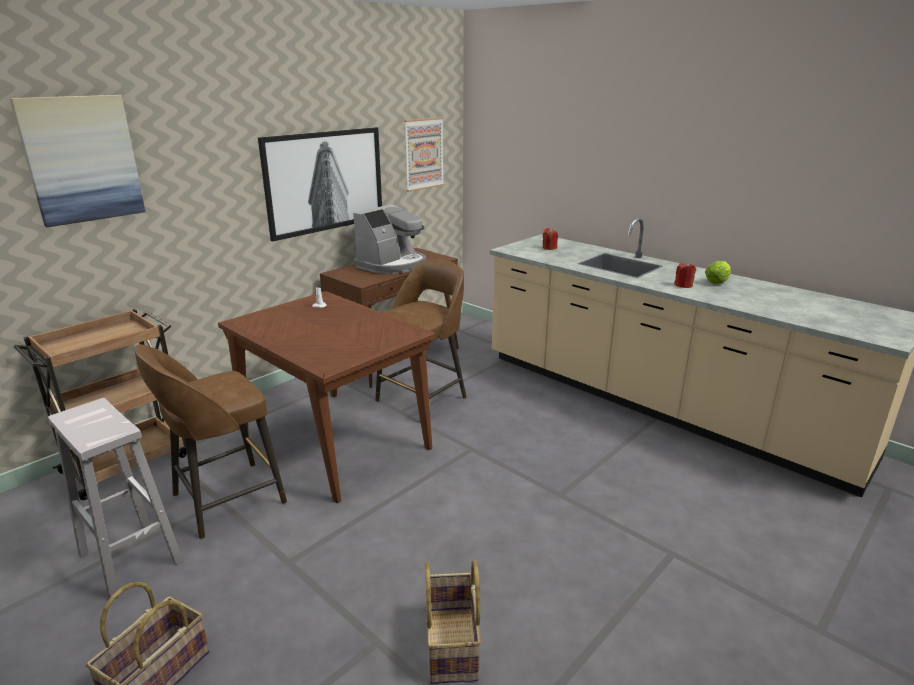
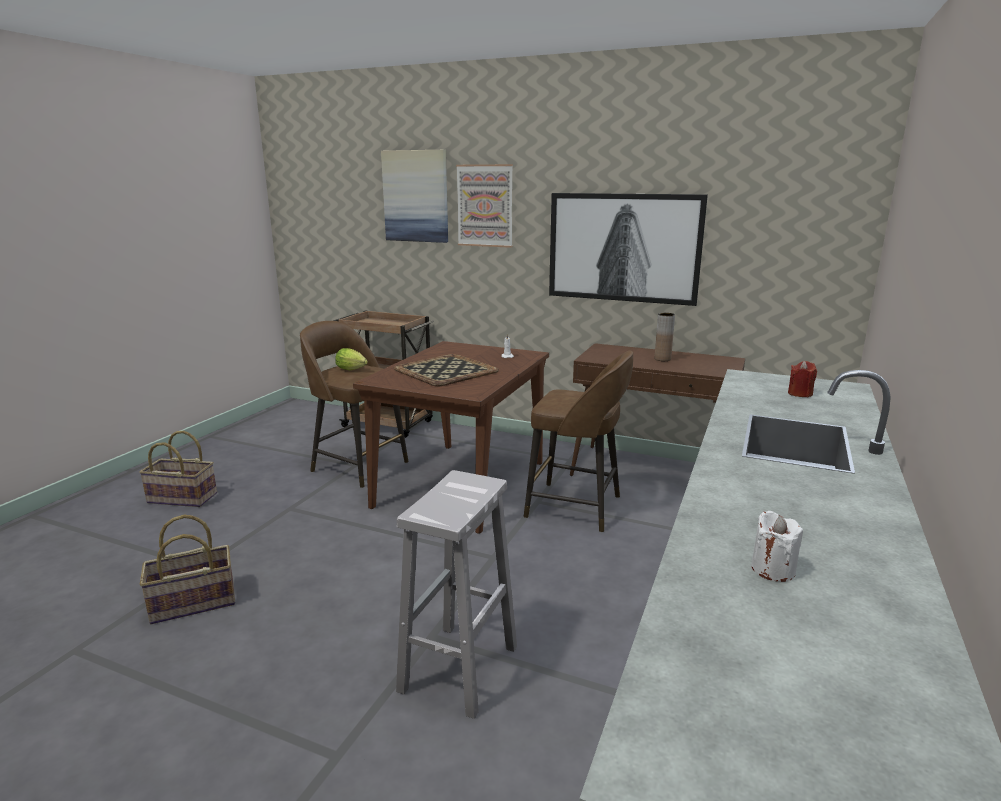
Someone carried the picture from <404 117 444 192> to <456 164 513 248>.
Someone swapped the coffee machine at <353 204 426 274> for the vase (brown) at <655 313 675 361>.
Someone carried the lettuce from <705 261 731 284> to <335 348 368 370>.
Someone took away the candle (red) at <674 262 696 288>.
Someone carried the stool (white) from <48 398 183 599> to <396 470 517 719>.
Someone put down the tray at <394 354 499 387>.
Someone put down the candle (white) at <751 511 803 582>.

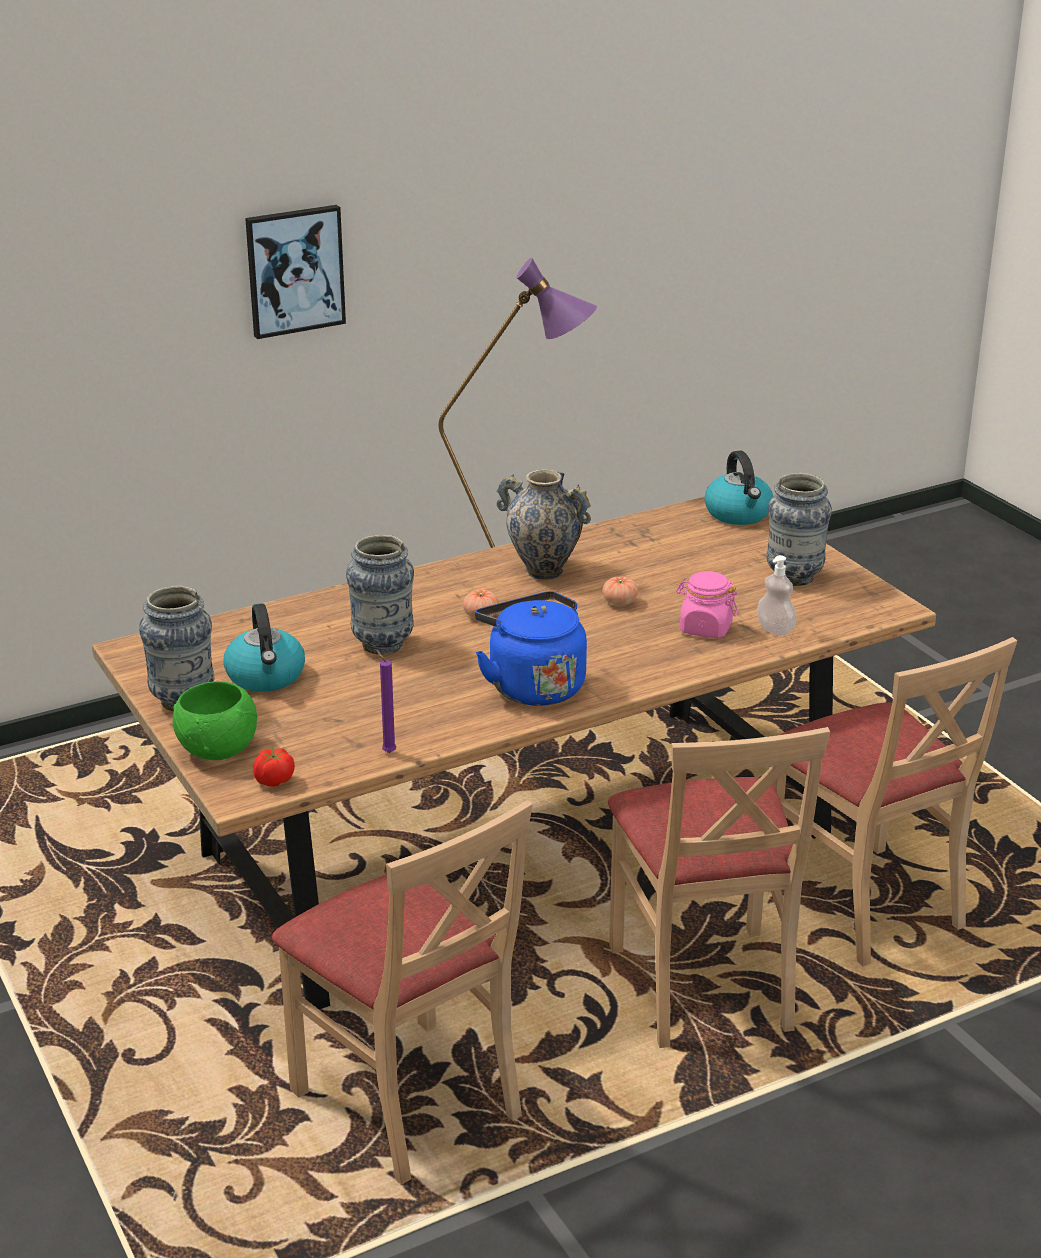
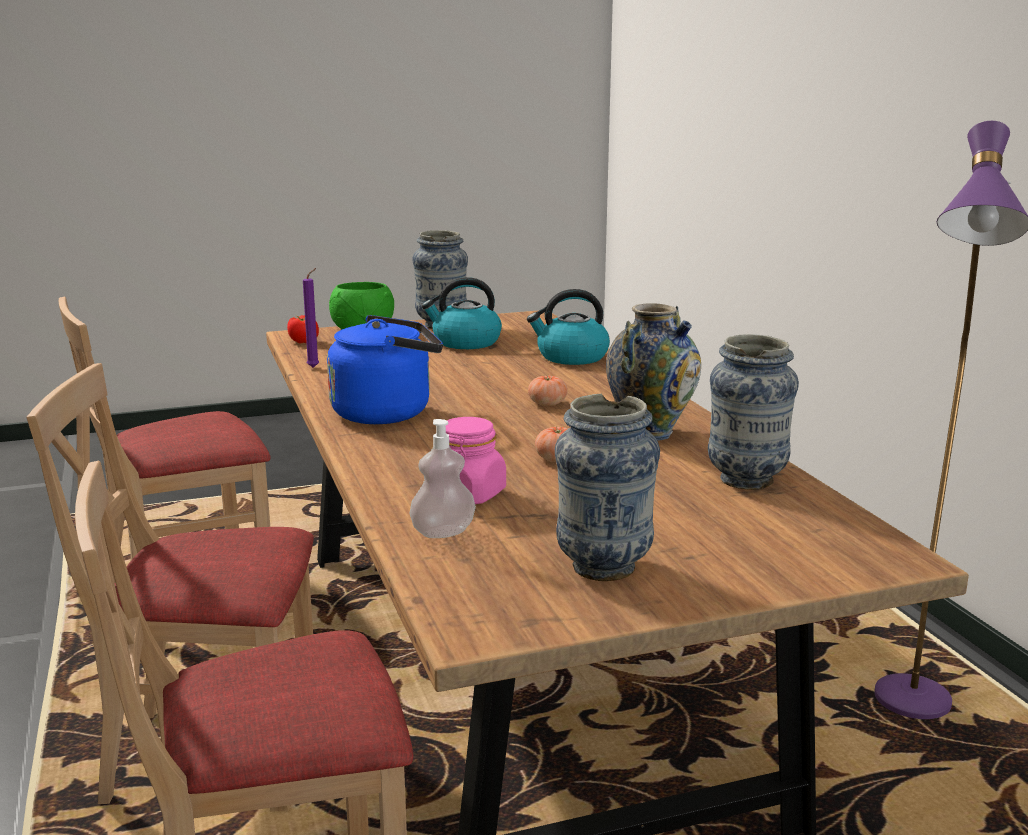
Someone took away the picture at <245 205 346 339>.
Someone carried the kettle from <705 450 773 525> to <527 289 610 365>.
Someone carried the vase from <346 535 414 655> to <708 334 799 490>.

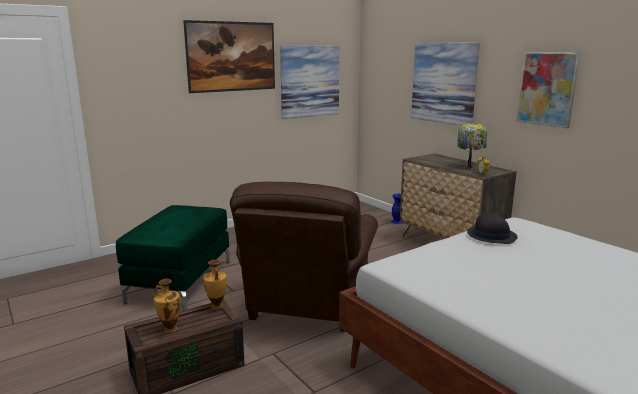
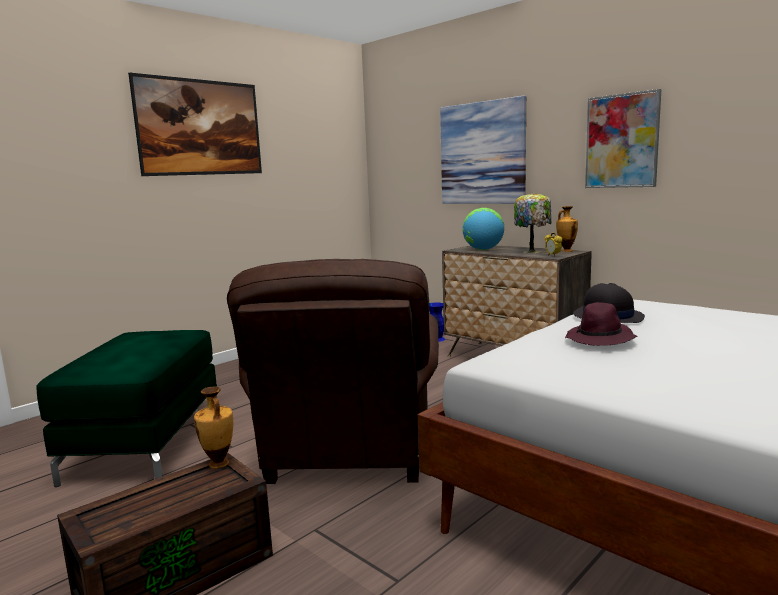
Someone took away the picture at <280 46 340 119>.
Someone carried the vase from <154 279 180 333> to <556 206 578 252>.
Someone put down the globe at <462 208 504 250>.
Someone put down the hat (purple) at <565 302 638 346>.

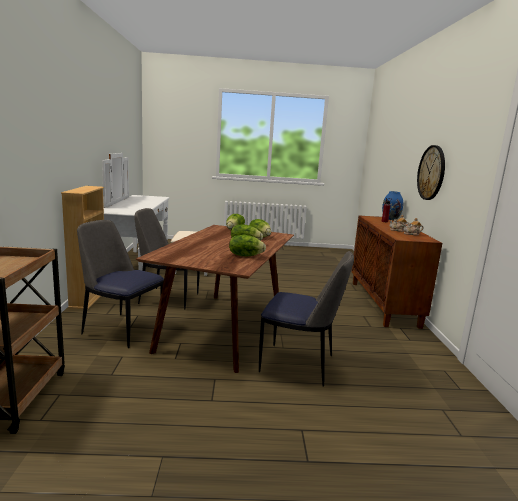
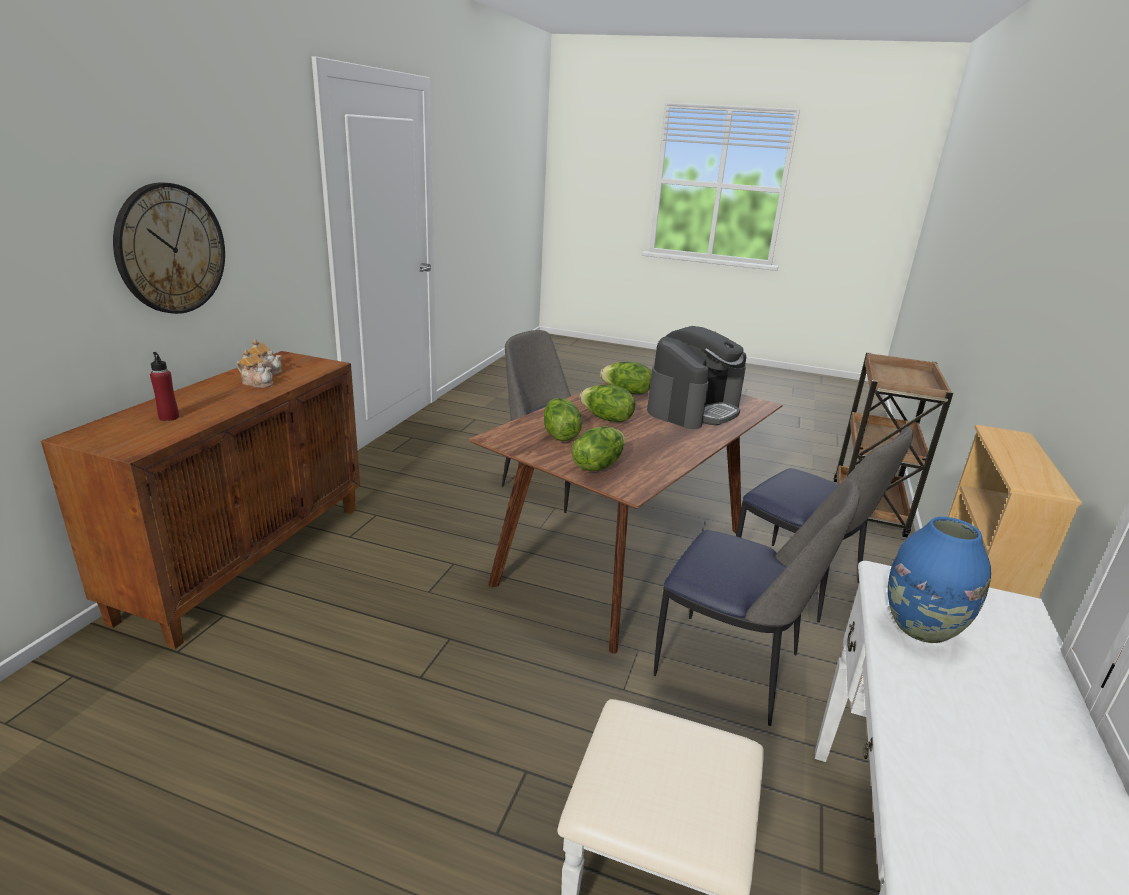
Someone carried the vase (blue) from <382 191 403 220> to <888 517 991 643>.
Someone put down the coffee machine at <647 326 746 429>.

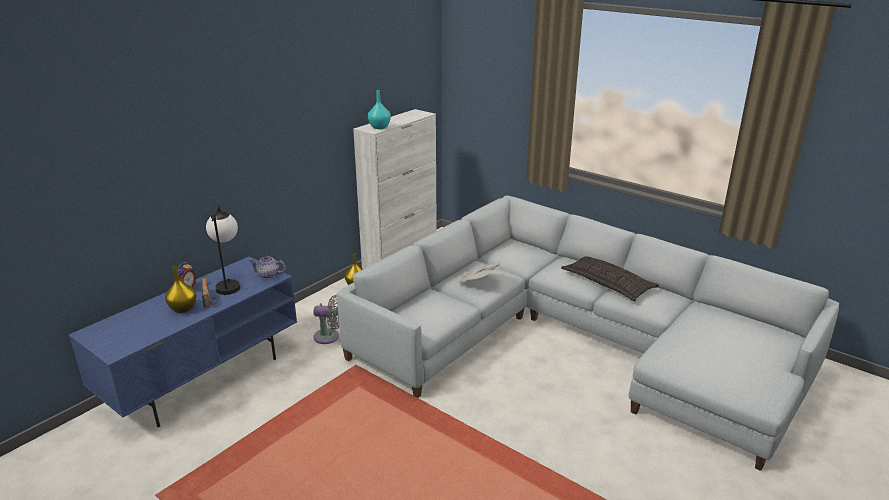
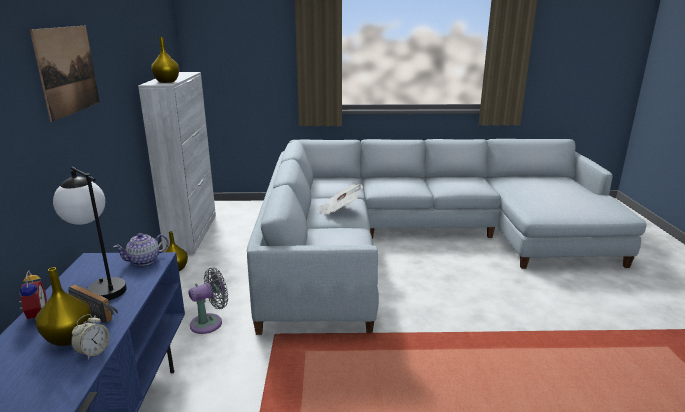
Someone repainted the vase (turquoise) at <368 90 391 129>, which became the vase (yellow) at <151 37 179 83>.
Someone took away the pillow at <561 256 659 301>.
Someone put up the picture at <30 26 100 122>.
Someone put down the alarm clock at <71 314 110 360>.

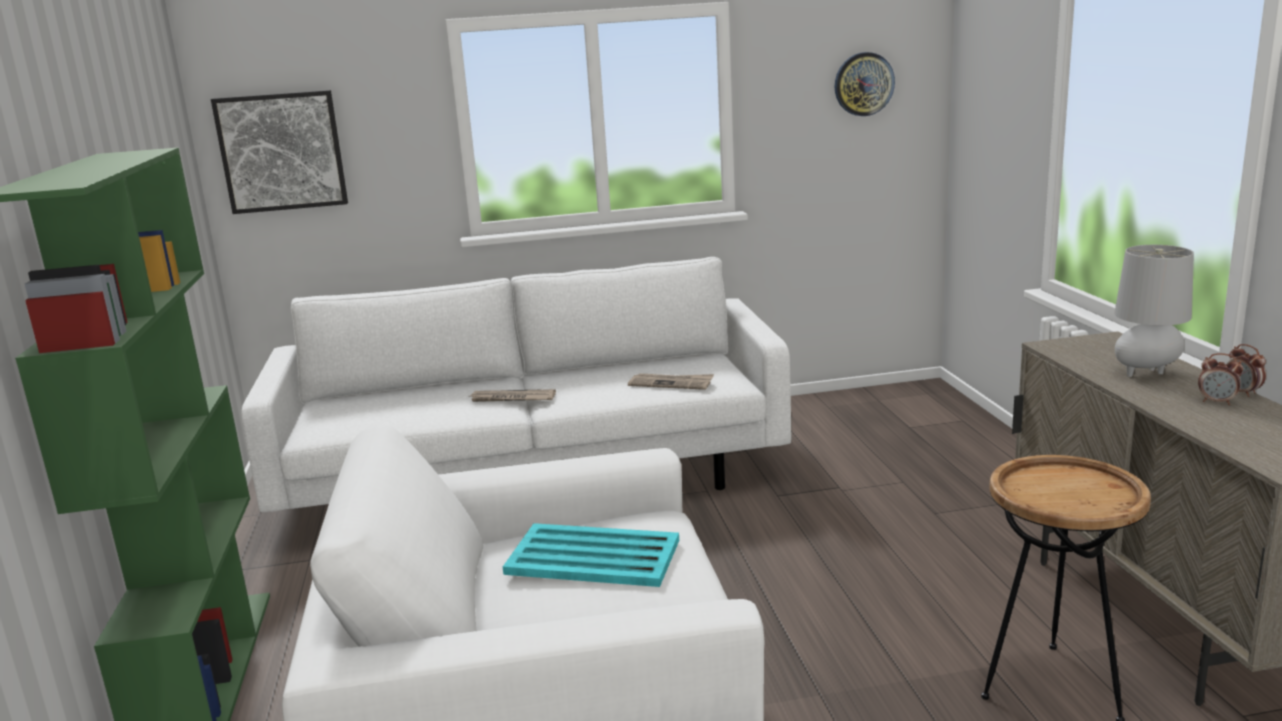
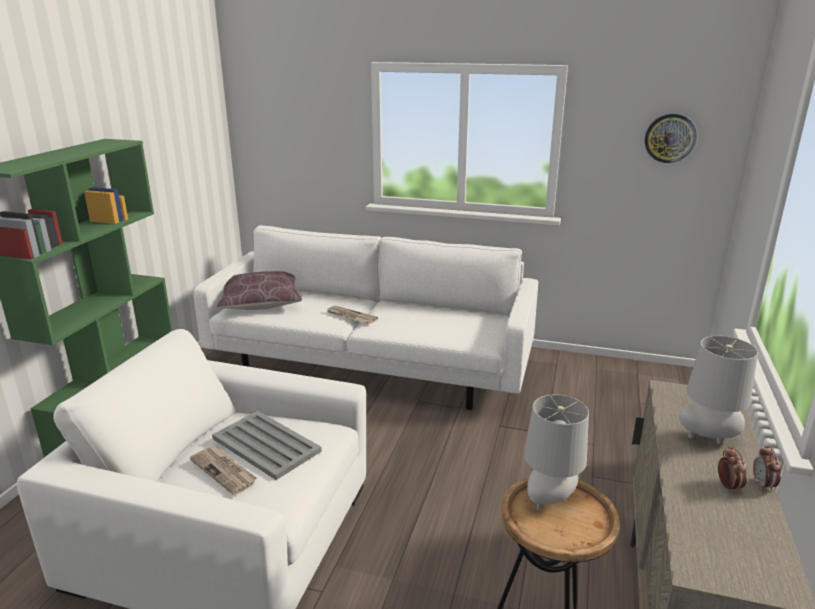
Someone took away the picture at <211 90 348 214>.
Someone rotated the alarm clock at <1198 353 1243 405> by 150 degrees counterclockwise.
Someone carried the newspaper from <628 373 714 390> to <190 446 257 495>.
Someone repainted the tray (turquoise) at <503 523 679 587>, which became the tray (grey) at <212 411 322 480>.
Someone put down the pillow (brown) at <217 271 302 310>.
Someone put down the table lamp (grey) at <524 394 589 510>.

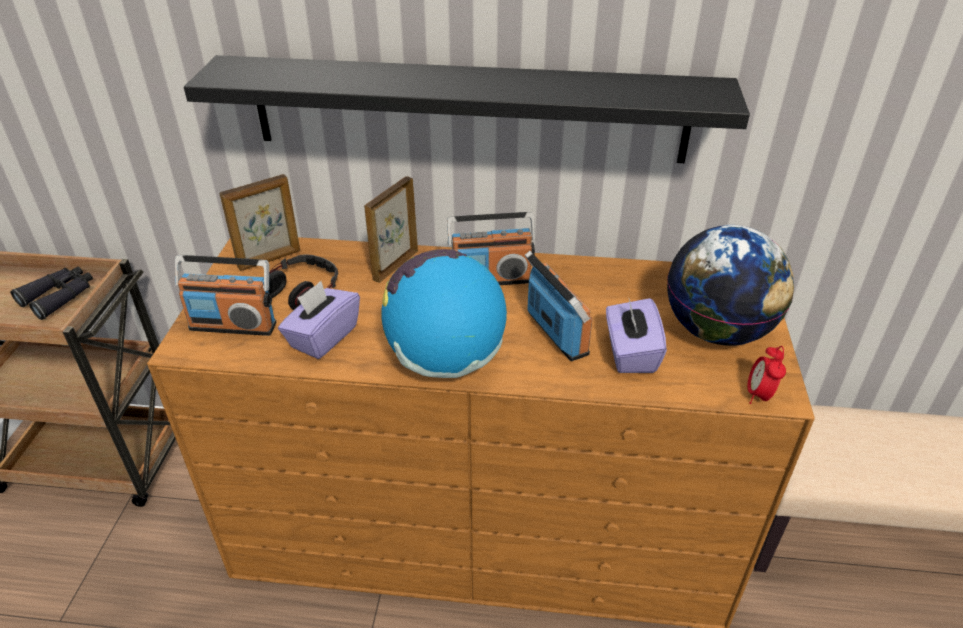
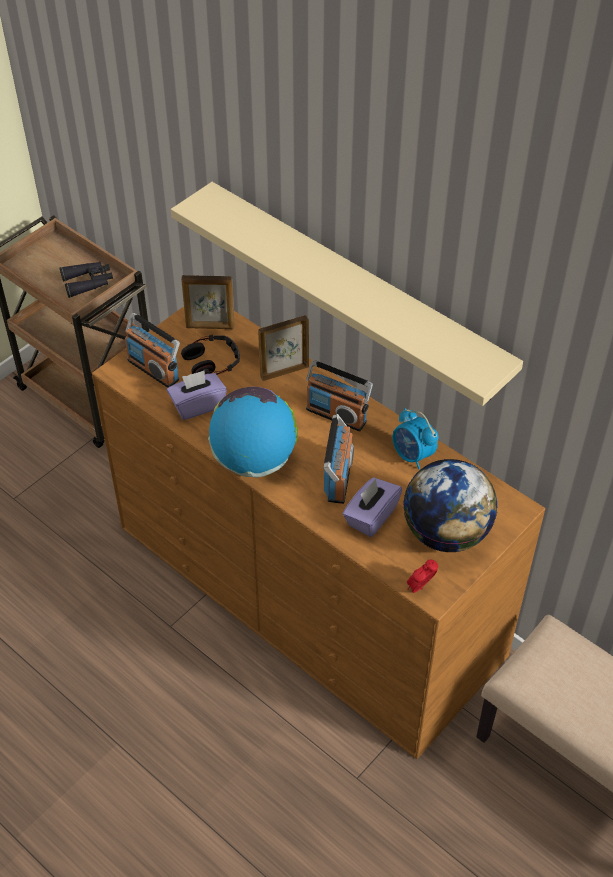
Someone repainted the shelf (black) at <184 55 750 163>, which became the shelf (beige) at <171 182 523 406>.
Someone put down the alarm clock at <393 408 438 469>.

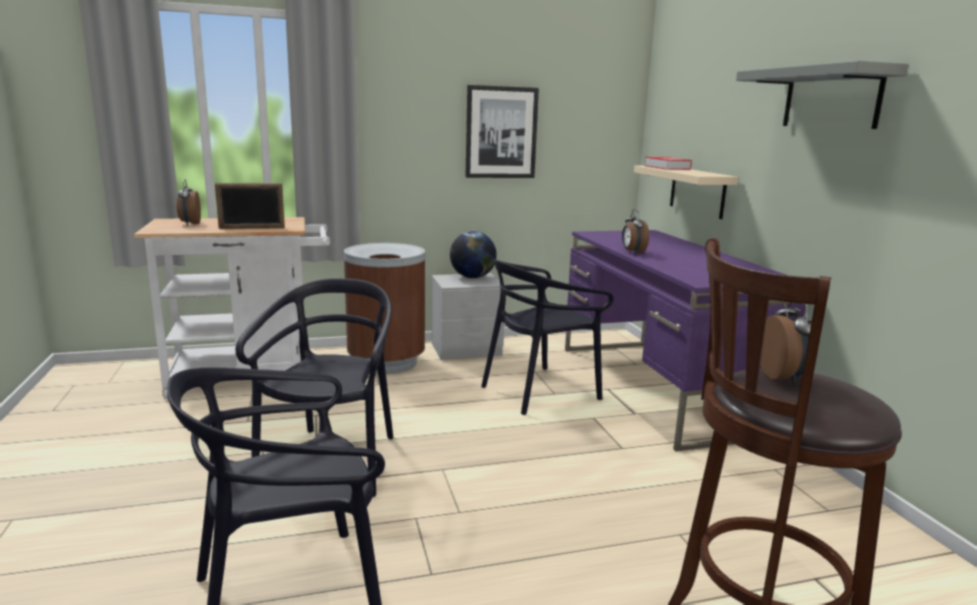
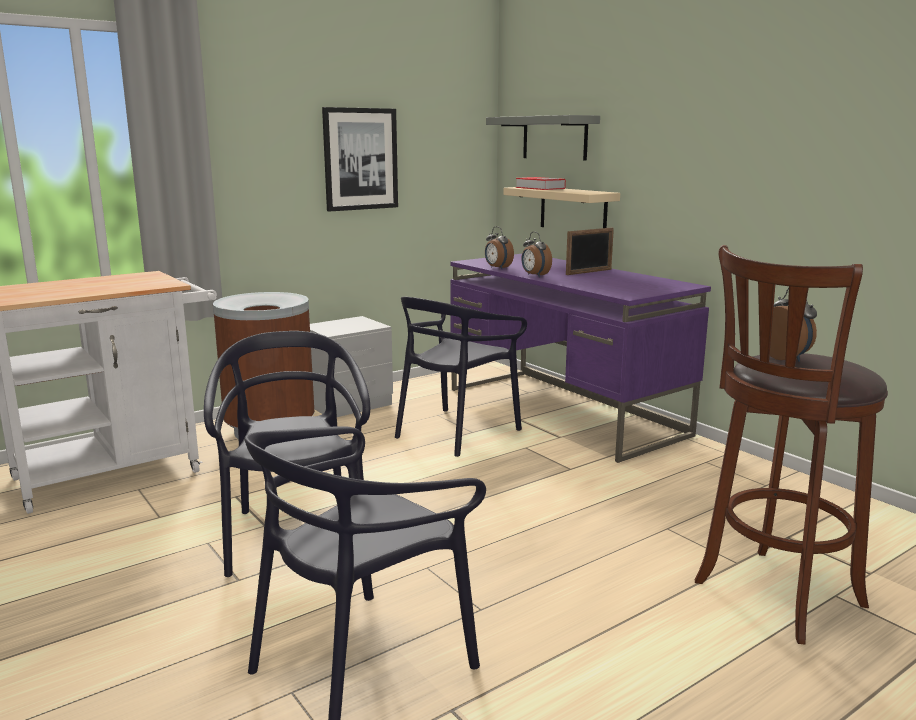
Someone carried the shelf (grey) from <736 61 909 129> to <486 115 600 160>.
Someone carried the alarm clock from <177 179 201 226> to <485 226 514 269>.
Someone carried the picture frame from <215 183 285 229> to <566 228 614 275>.
Someone took away the globe at <450 231 497 278>.

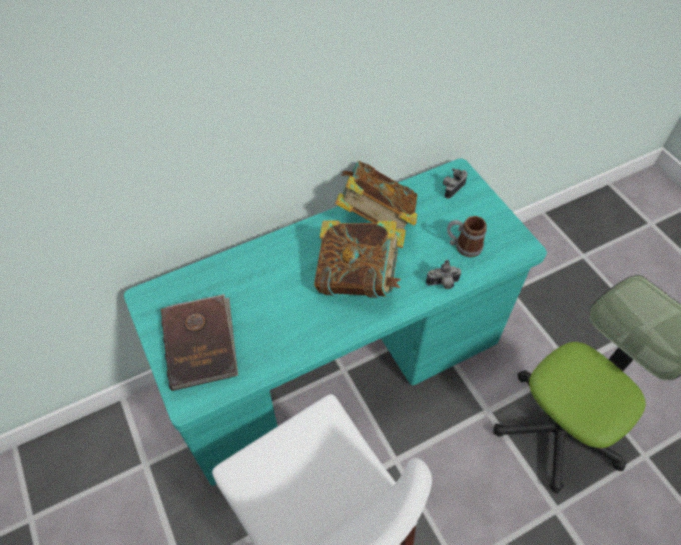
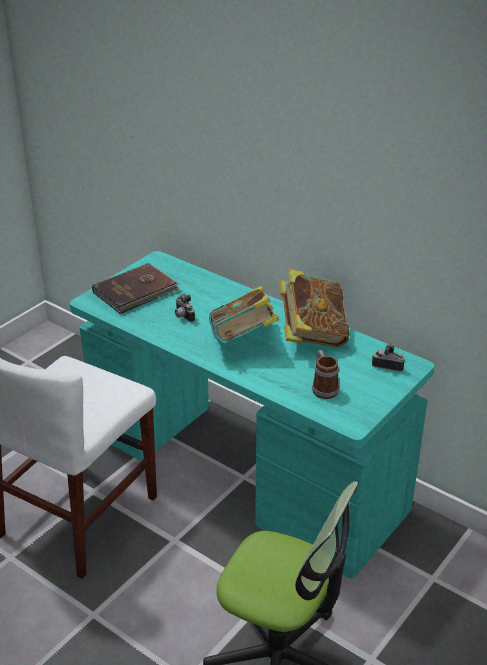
Someone carried the photo camera from <426 260 462 289> to <175 294 195 322>.

